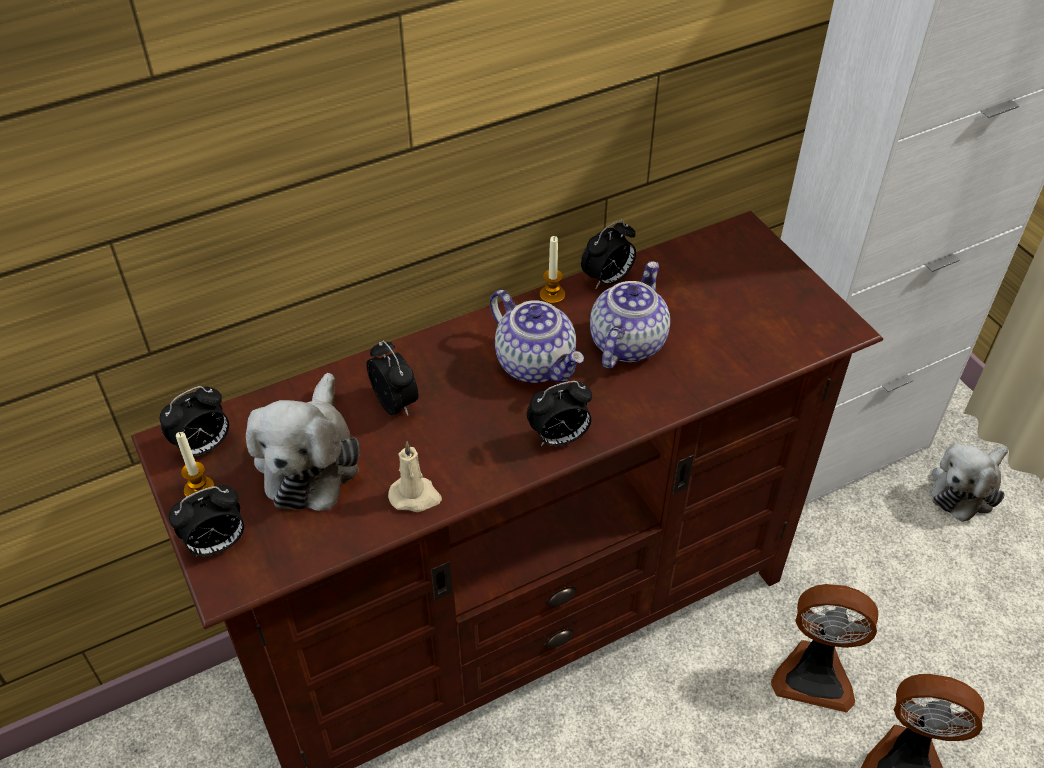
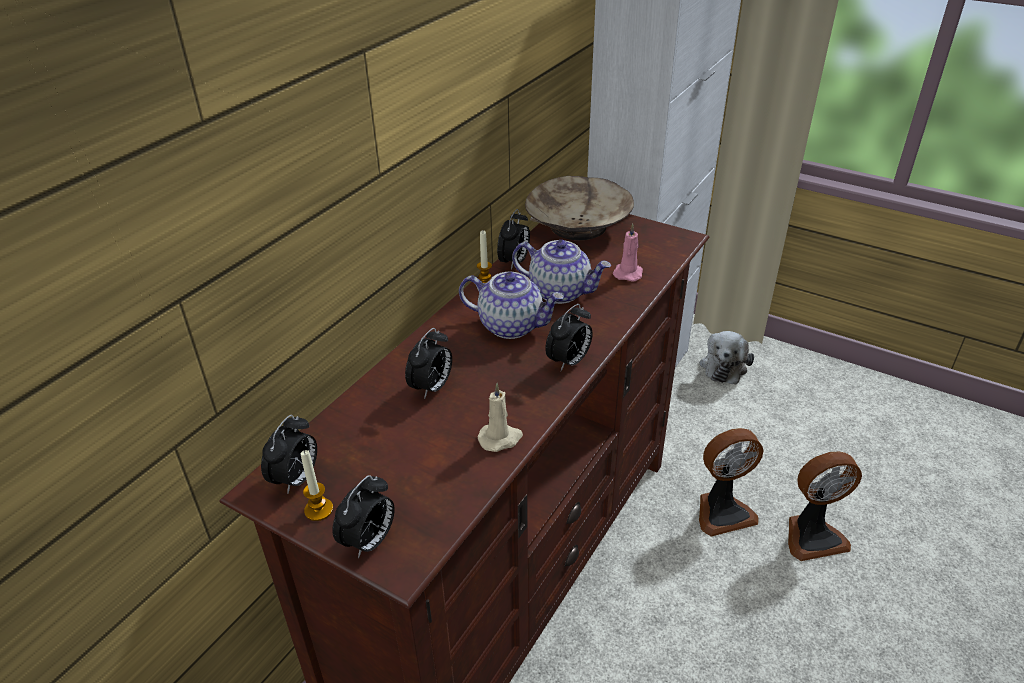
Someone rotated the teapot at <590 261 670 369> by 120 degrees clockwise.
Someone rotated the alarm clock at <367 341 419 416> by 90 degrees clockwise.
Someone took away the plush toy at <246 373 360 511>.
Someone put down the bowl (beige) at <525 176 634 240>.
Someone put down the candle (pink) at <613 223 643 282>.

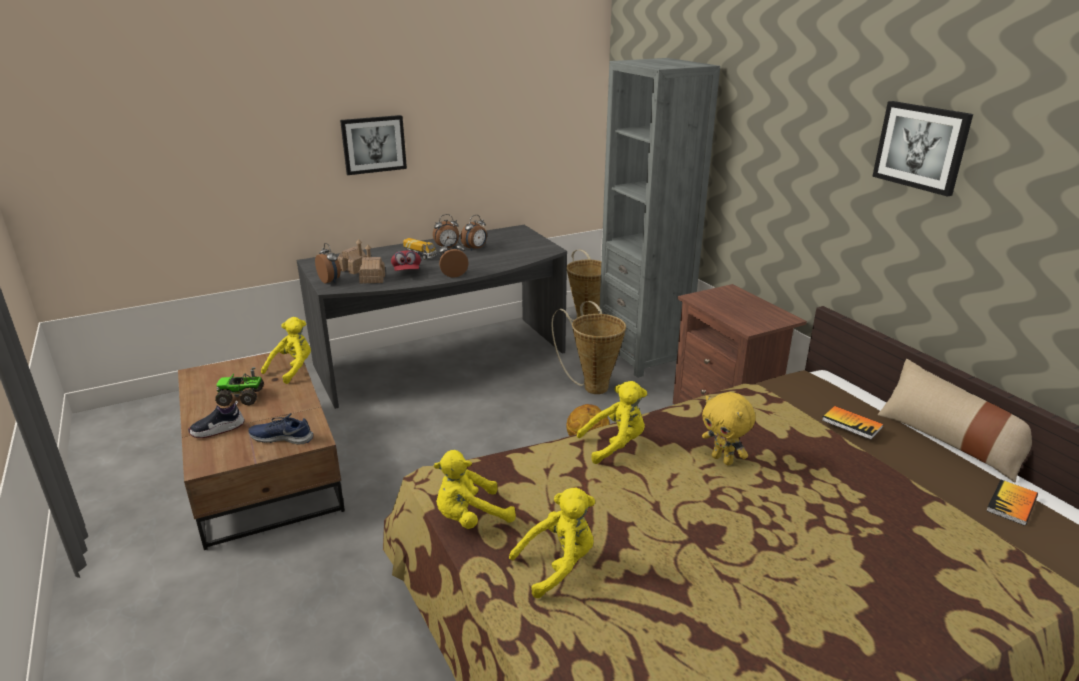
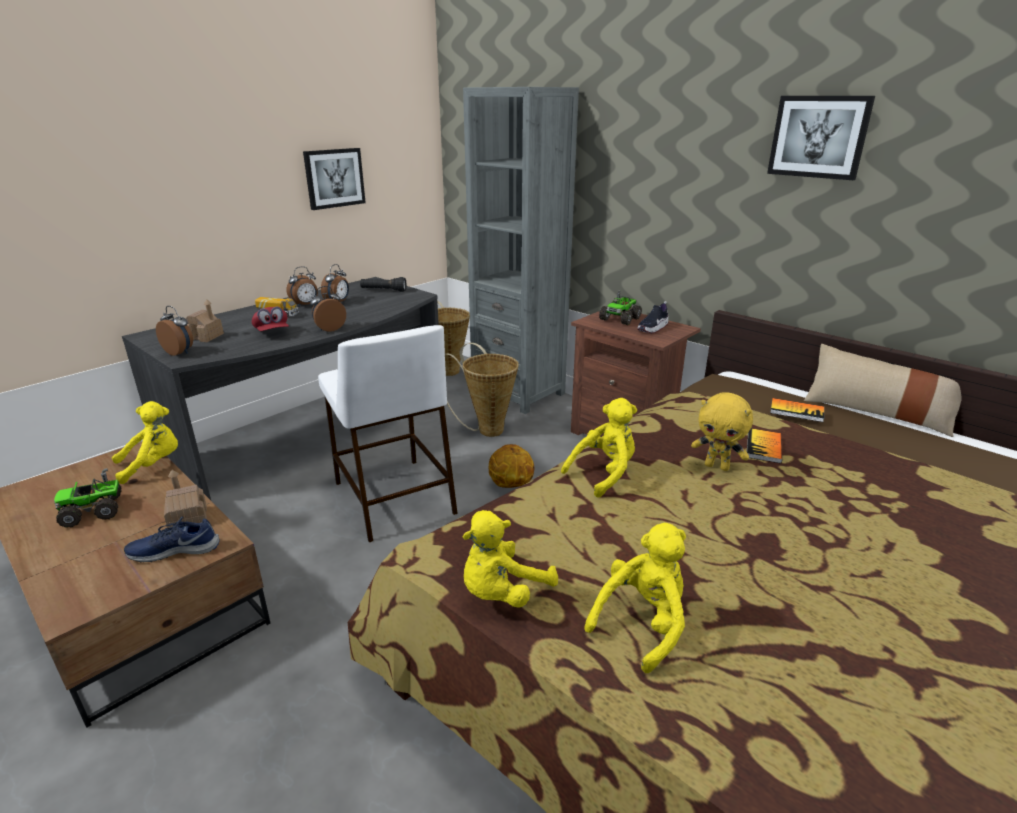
Someone carried the picture from <340 115 407 175> to <303 148 366 210>.
Someone carried the toy house from <359 245 385 284> to <164 470 207 528>.
Someone rotated the plush toy (yellow) at <261 317 311 384> by 45 degrees clockwise.
Someone carried the shoe from <188 401 245 438> to <637 301 669 333>.
Someone carried the book from <986 480 1038 526> to <747 428 782 463>.
Someone put down the flashlight (black) at <360 277 406 292>.
Someone put down the toy truck at <599 289 642 325>.
Someone put down the stool (white) at <318 325 458 542>.

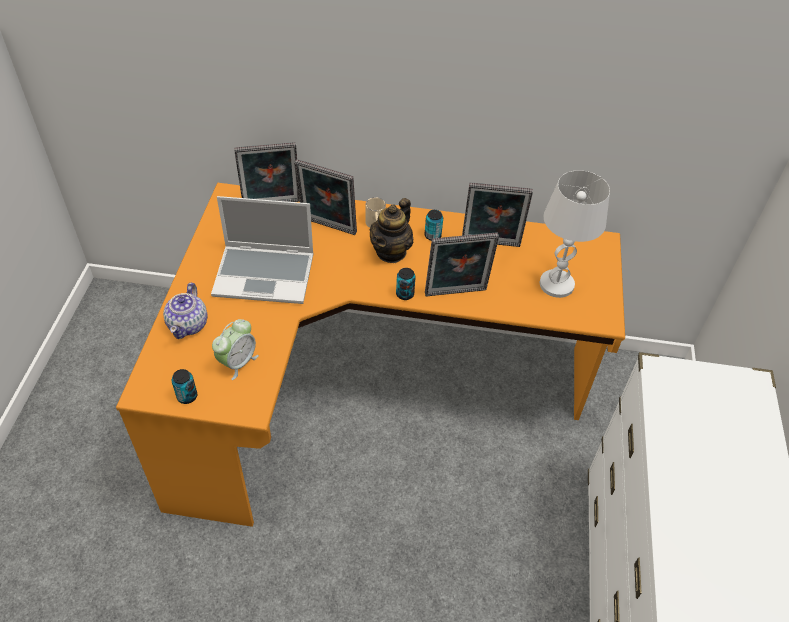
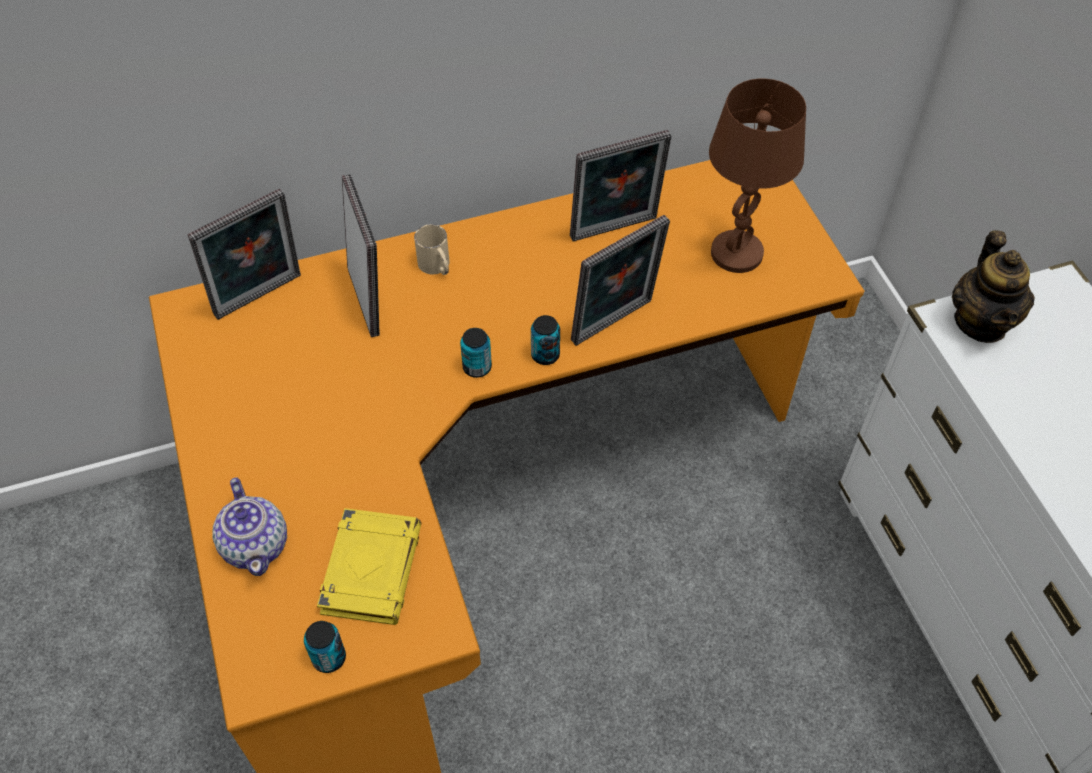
Someone rotated the picture frame at <294 159 357 235> by 105 degrees counterclockwise.
Someone repainted the table lamp (white) at <540 170 610 298>, which became the table lamp (brown) at <709 79 806 273>.
Someone took away the laptop at <211 196 314 304>.
Someone carried the teapot from <370 198 413 263> to <952 230 1035 343>.
Someone carried the can from <424 210 443 241> to <460 328 492 378>.
Someone swapped the alarm clock at <212 319 259 380> for the book (yellow) at <317 508 421 625>.

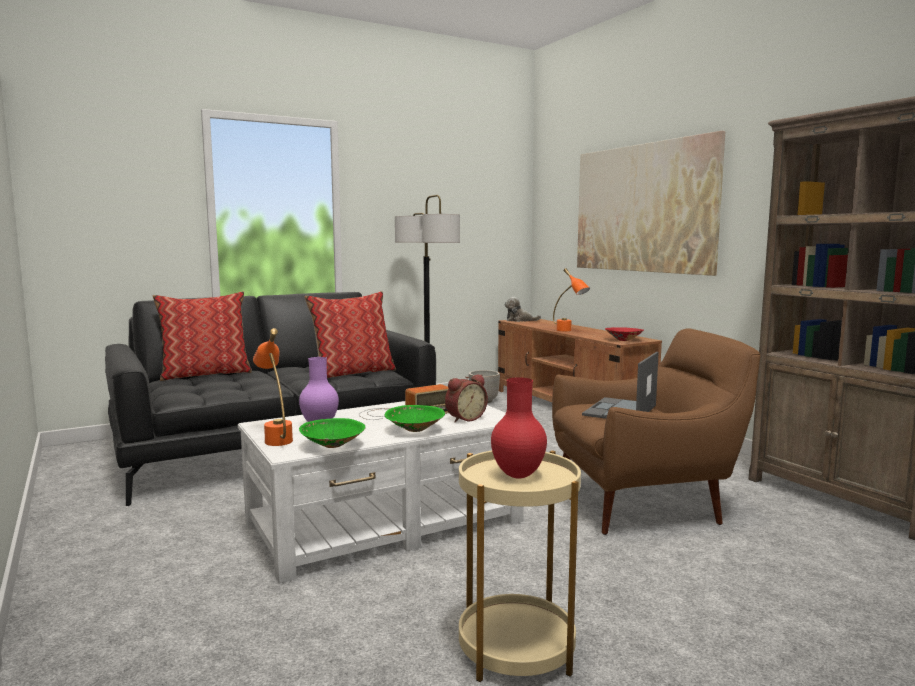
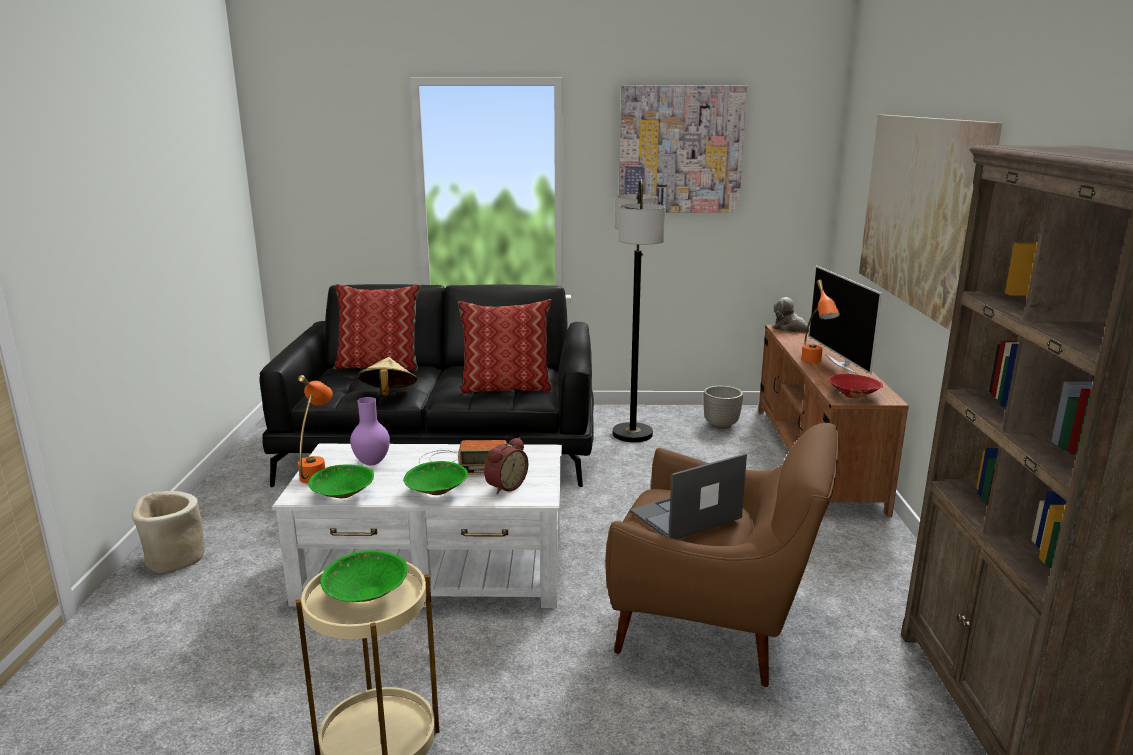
Someone rotated the alarm clock at <445 374 488 423> by 45 degrees counterclockwise.
Someone swapped the vase (red) at <491 377 547 479> for the bowl (green) at <320 550 408 602>.
Someone put up the picture at <619 85 747 213>.
Someone put down the television at <808 266 882 375>.
Someone put down the hat (beige) at <358 357 417 396>.
Someone put down the planter (beige) at <132 491 204 573>.

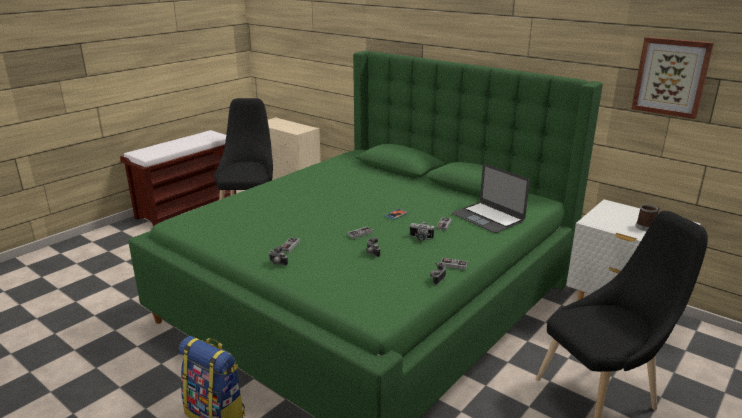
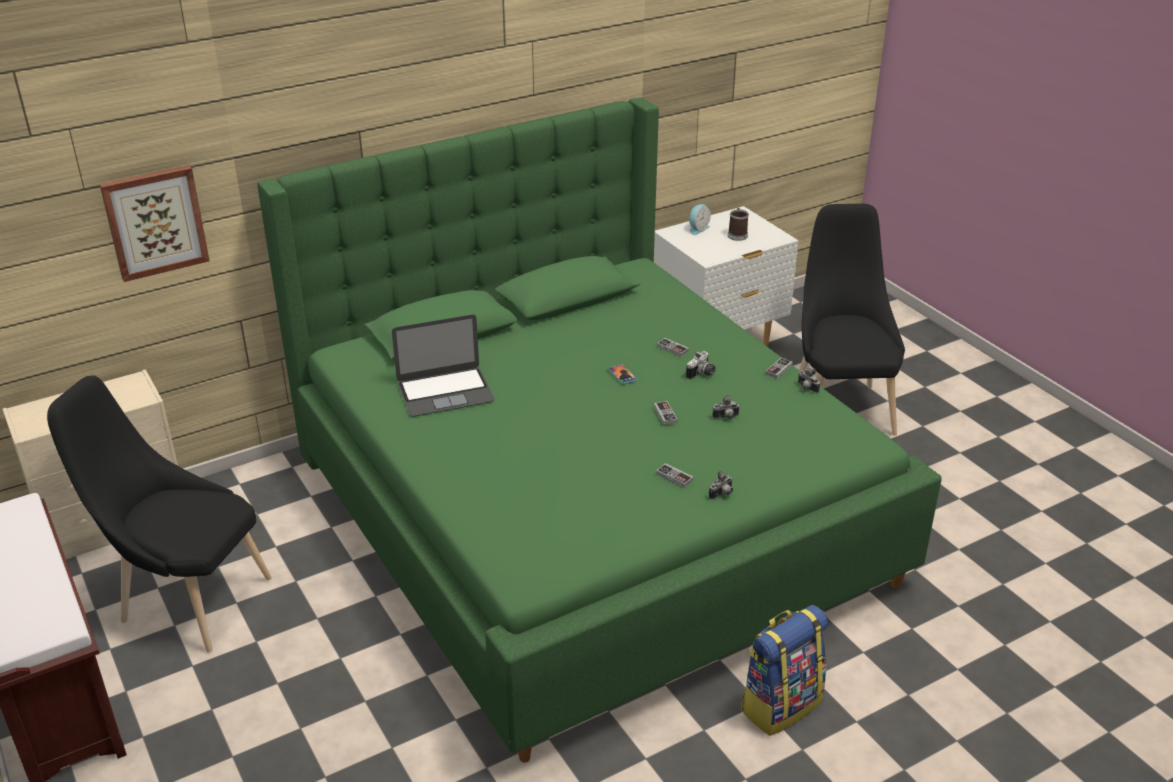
Someone carried the picture from <631 37 714 119> to <100 165 210 282>.
Someone carried the laptop from <452 164 530 233> to <392 315 494 417>.
Someone put down the alarm clock at <689 204 711 235>.

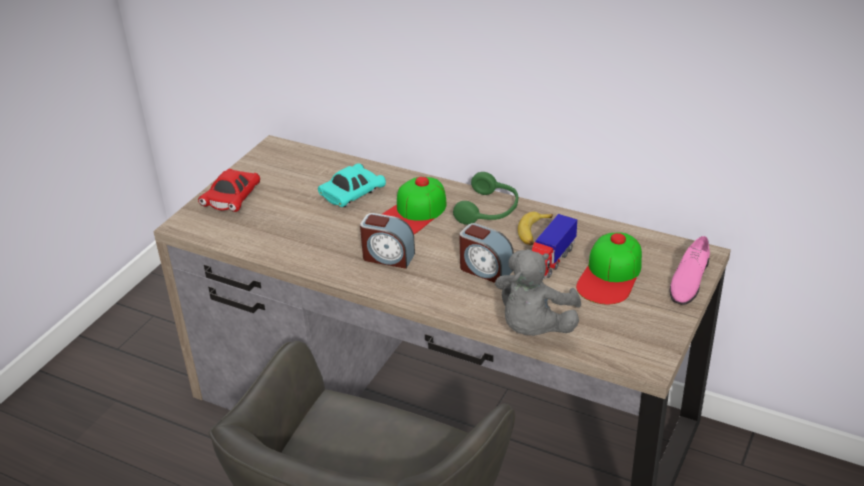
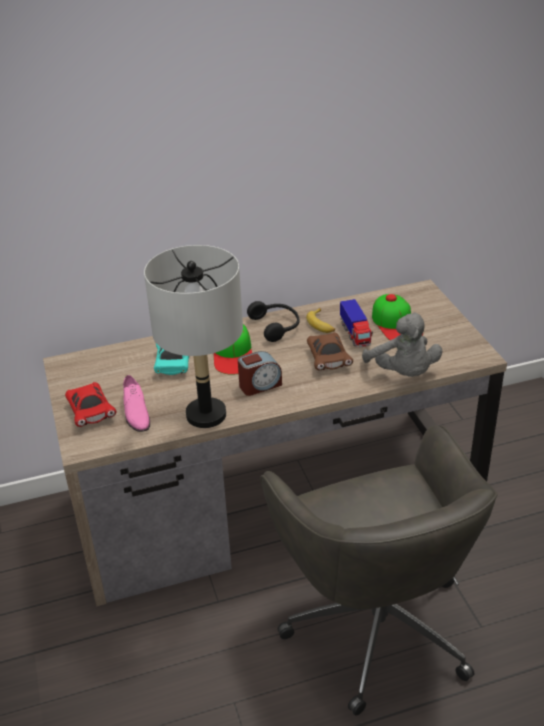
Someone repainted the headphones (green) at <453 172 518 225>, which became the headphones (black) at <247 301 300 342>.
Someone swapped the alarm clock at <459 223 514 283> for the toy car (brown) at <307 332 353 370>.
Someone carried the shoe (pink) from <670 236 710 305> to <123 375 150 432>.
Someone put down the table lamp (grey) at <144 245 243 428>.

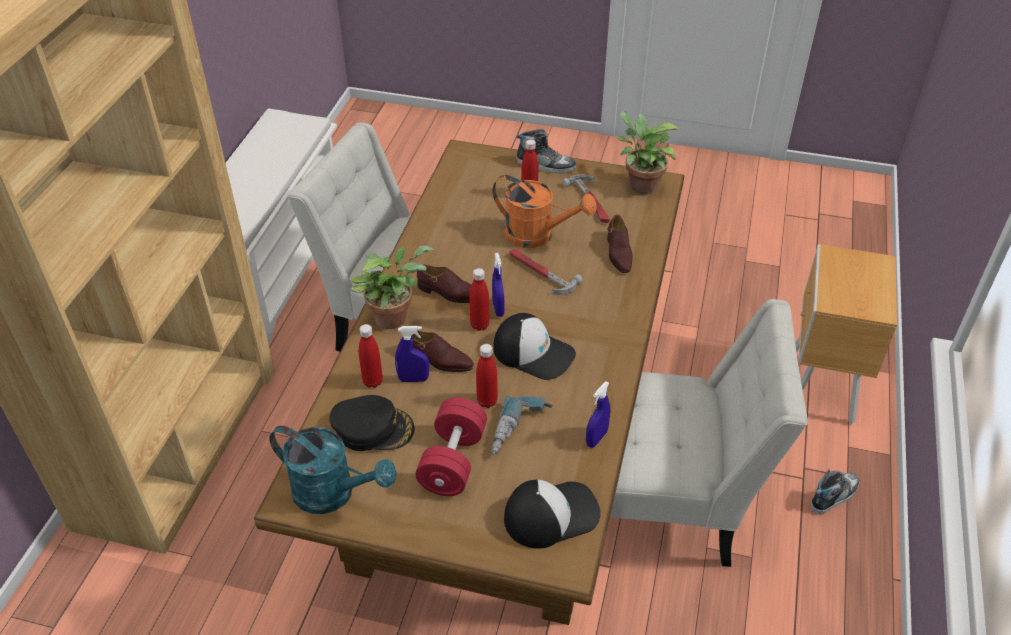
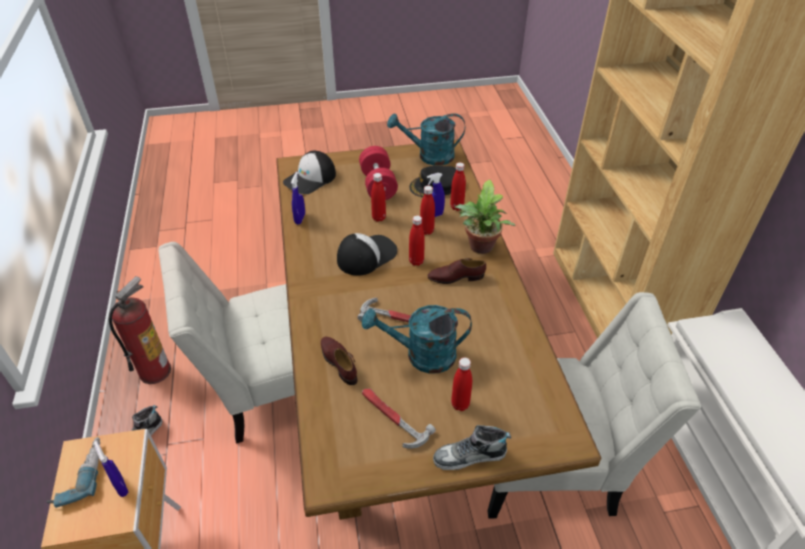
Someone took away the potted plant at <617 111 680 194>.
Someone repainted the watering can (orange) at <492 175 597 248>, which became the watering can (turquoise) at <362 305 472 373>.
Someone carried the spray bottle (blue) from <492 253 505 317> to <94 441 128 497>.
Someone rotated the cap at <493 313 576 380> by 135 degrees clockwise.
Someone swapped the shoe (brown) at <411 331 474 372> for the bottle (red) at <420 186 435 235>.
Someone carried the power drill from <491 395 553 455> to <47 437 100 508>.
Someone put down the fire extinguisher at <109 276 171 384>.

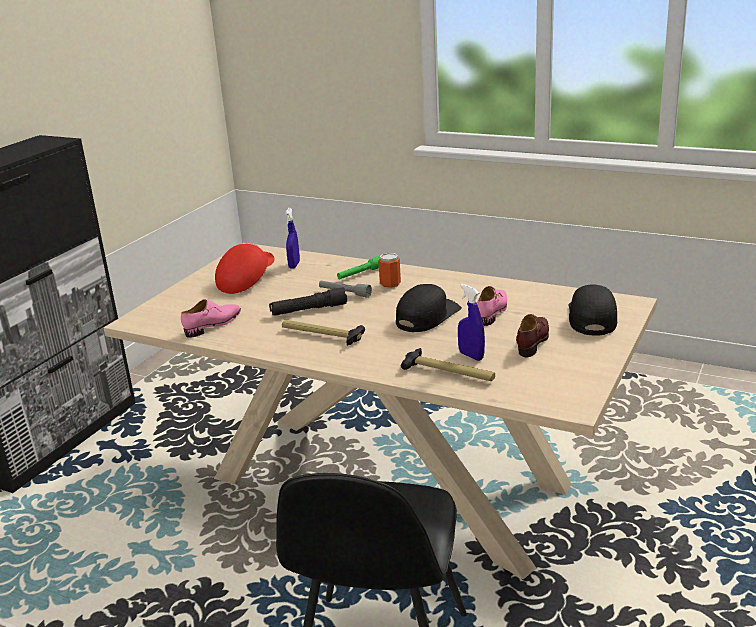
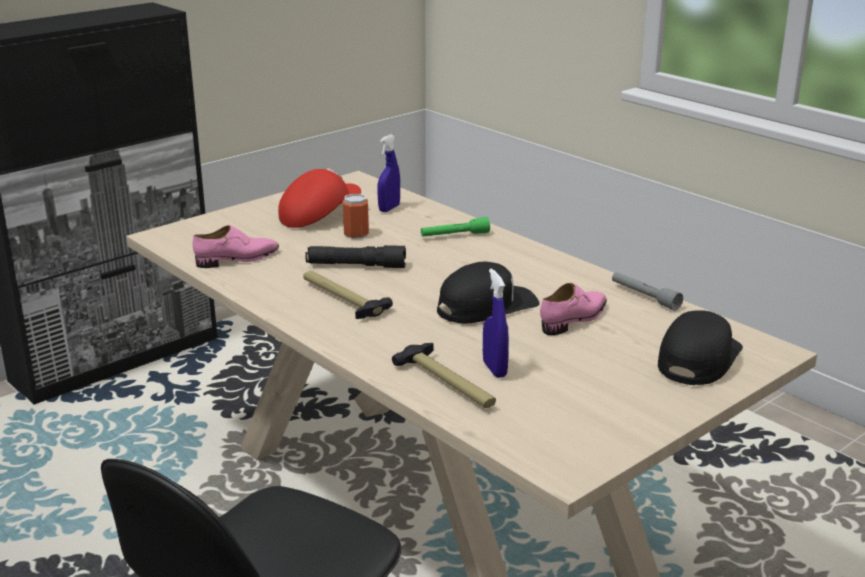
Someone carried the can from <378 253 401 288> to <343 194 369 239>.
Someone carried the flashlight (grey) from <319 281 372 298> to <612 272 683 311>.
Someone took away the shoe (brown) at <516 314 549 357>.

